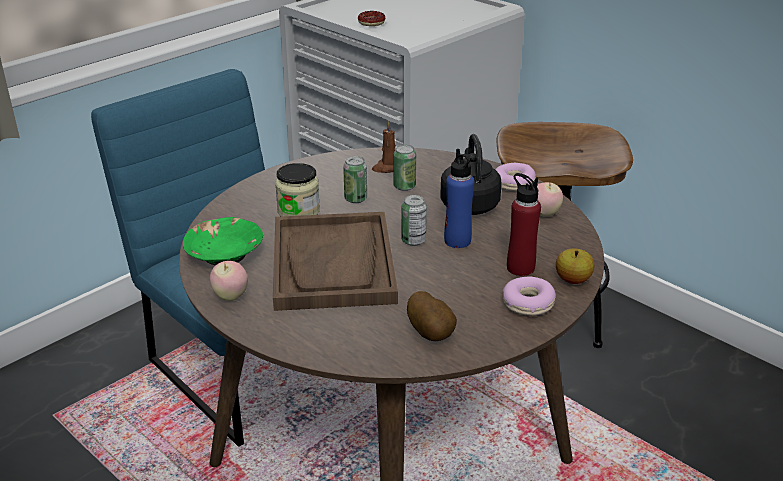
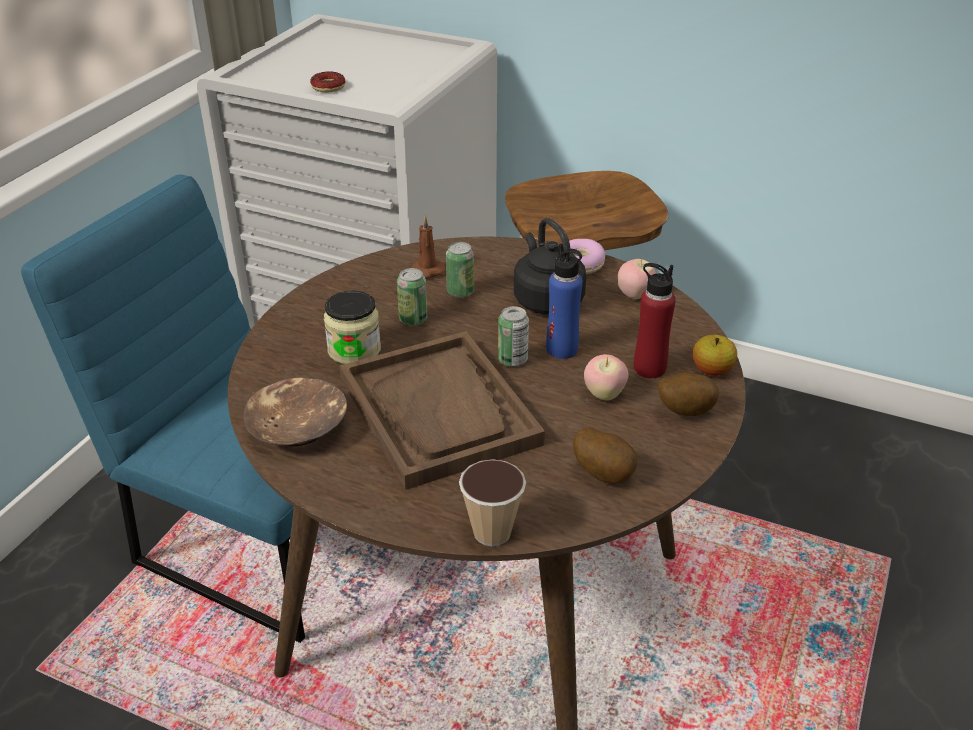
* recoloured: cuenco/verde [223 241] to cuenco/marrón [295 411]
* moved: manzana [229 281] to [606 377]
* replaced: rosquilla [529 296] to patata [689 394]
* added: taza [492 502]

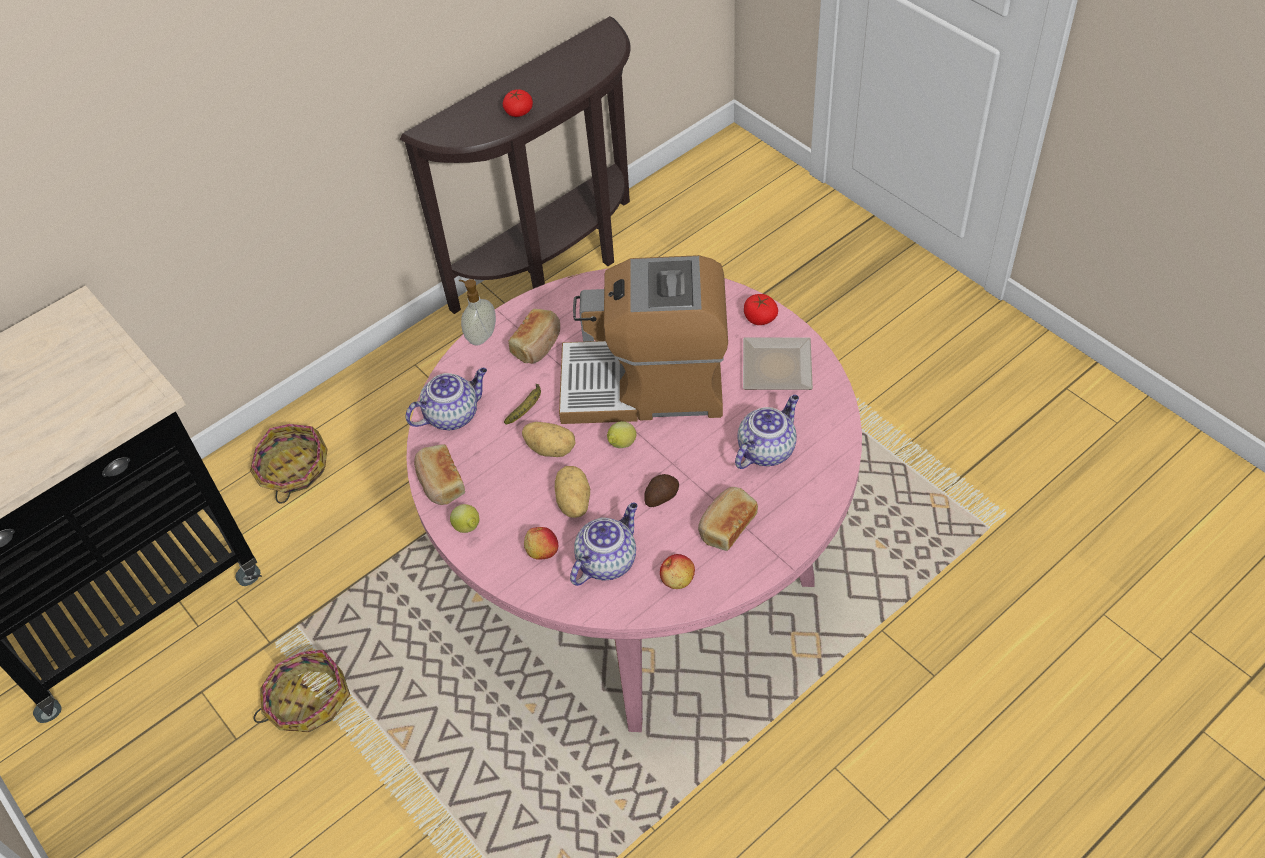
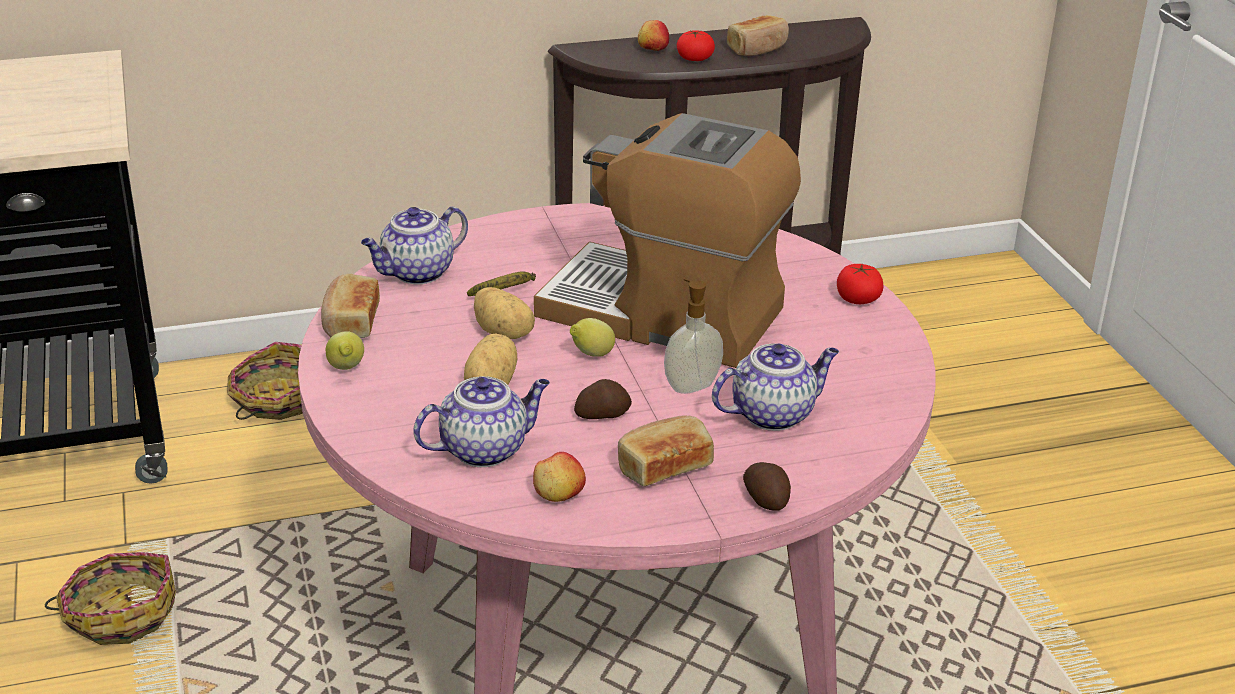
* turned: tetera [446 399] = [414 245] 150 degrees clockwise
* moved: dispensador de jabón [477 312] to [693 336]
* moved: pan [534 336] to [758 35]
* moved: manzana [541 543] to [653 35]
* removed: plato [778 364]
* added: patata [767 486]

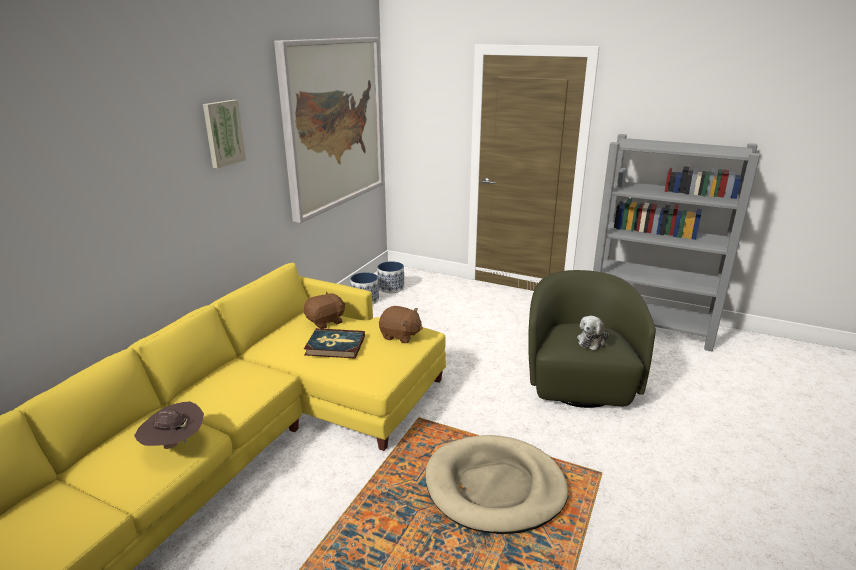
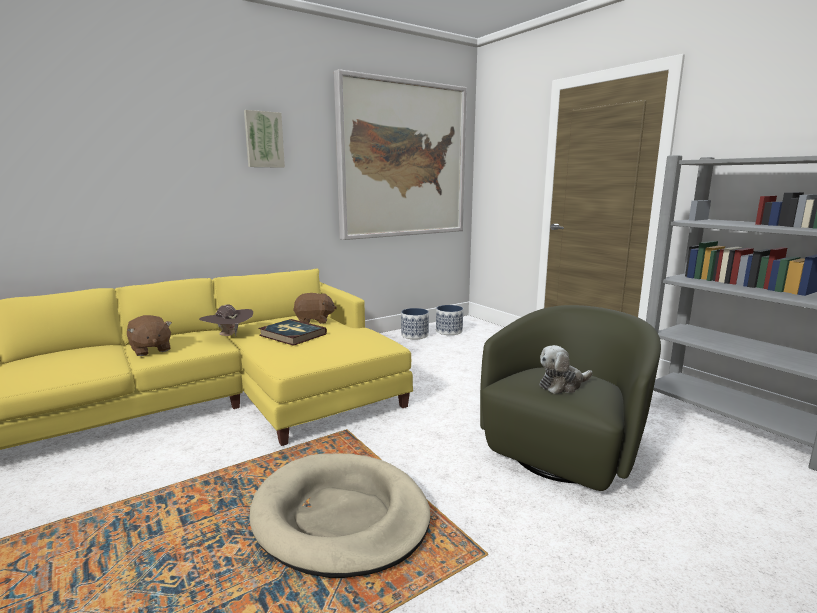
* moved: sombrero/marrón [169 425] to [226 320]
* moved: peluche/marrón [401 324] to [149 335]

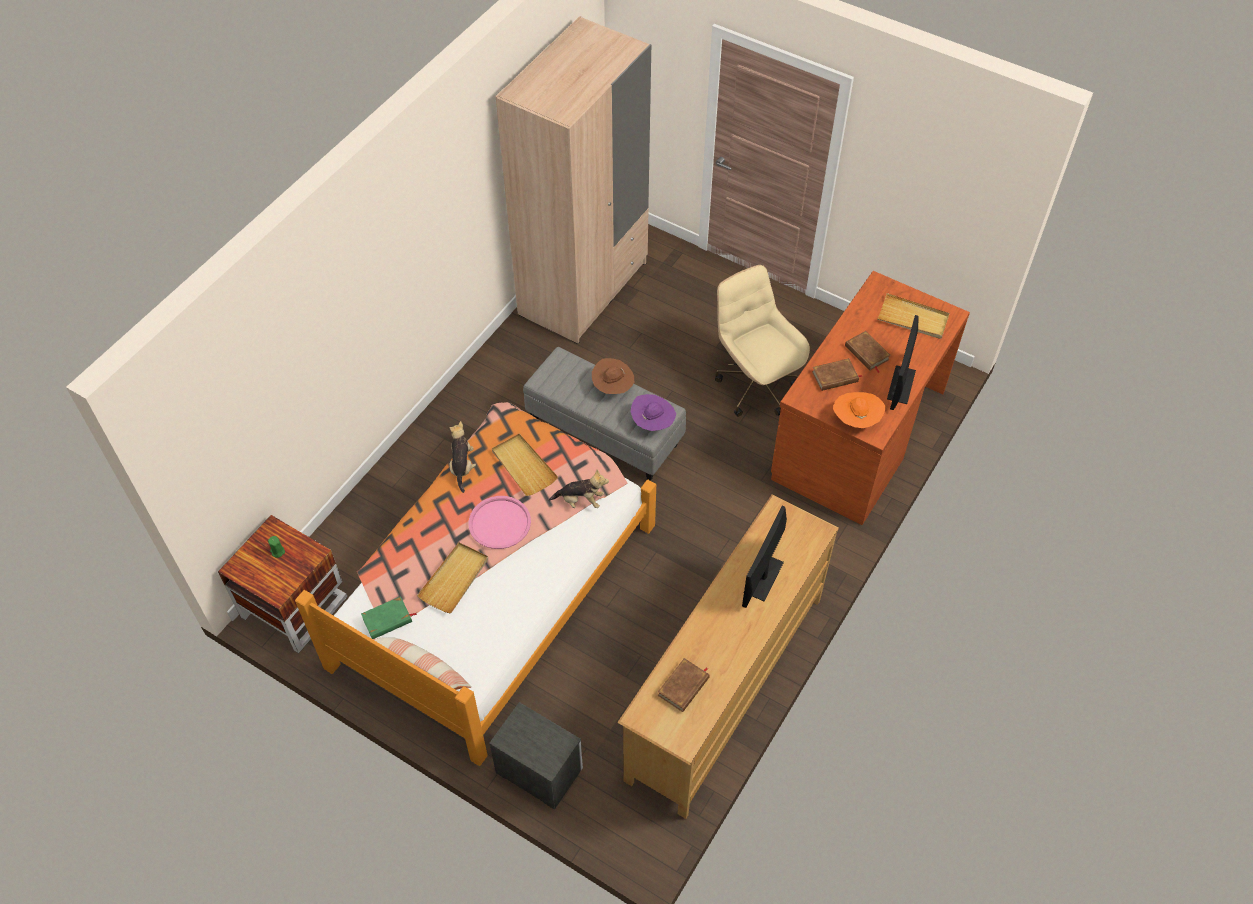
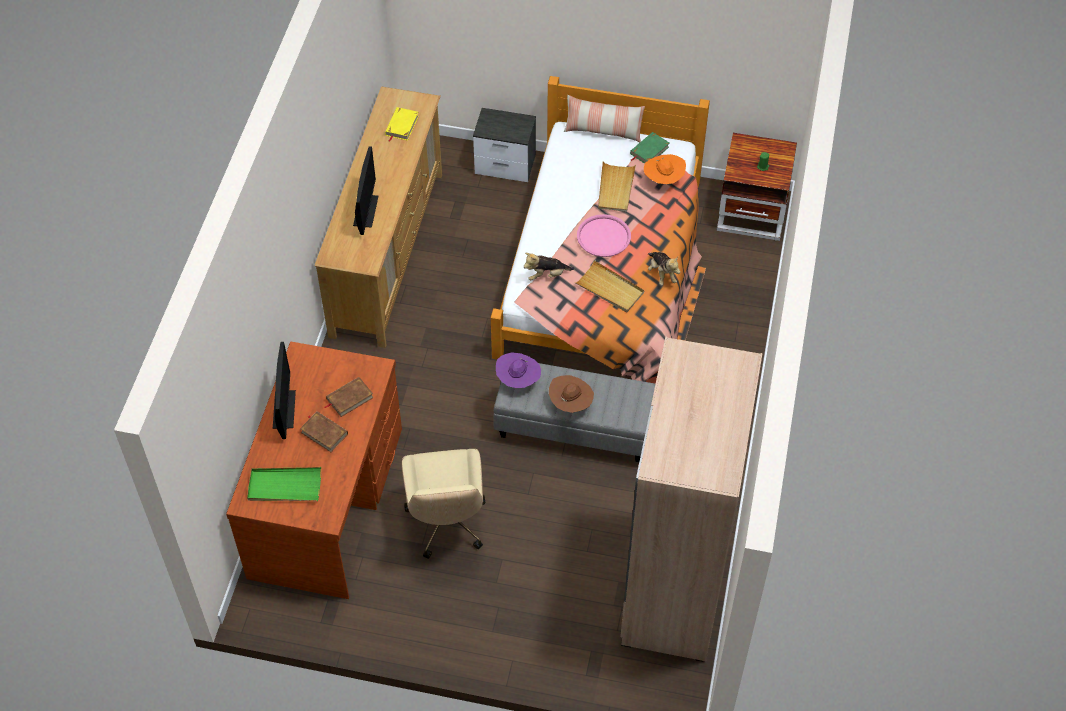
* recoloured: libro/marrón [684 685] to libro/amarillo [402 124]
* turned: silla de oficina/beis [762 341] = [443 504] 45 degrees clockwise
* moved: sombrero/naranja [859 410] to [665 169]
* recoloured: bandeja/beis [913 316] to bandeja/verde [284 484]

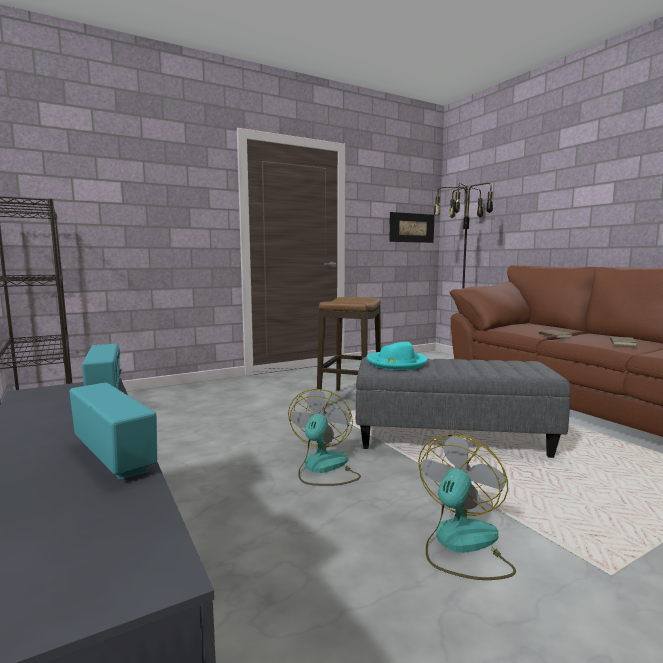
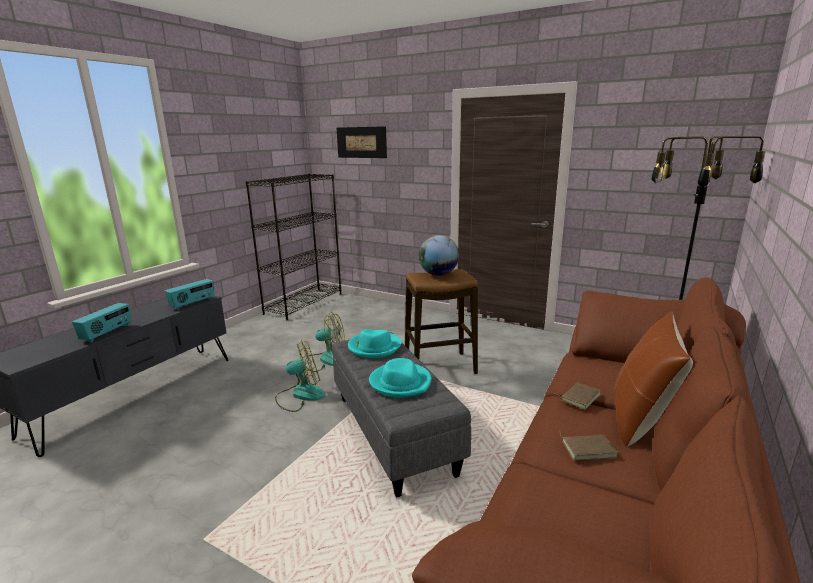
* moved: cuadro [412 227] to [362 142]
* moved: ventilador [467 507] to [324 342]
* added: sombrero/turquesa [400 378]
* added: globo terráqueo [439 255]
* added: cojín/marrón [653 379]

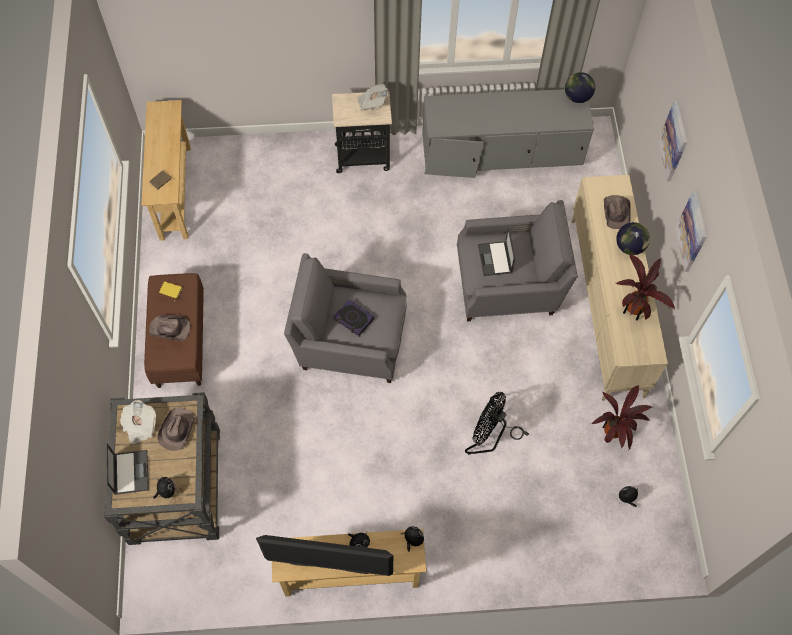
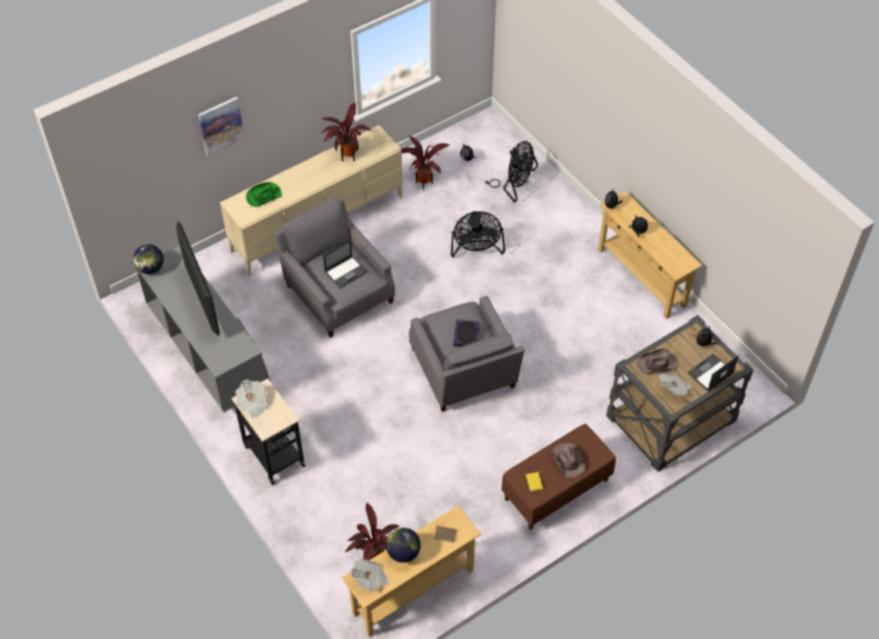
* moved: televisor [324 555] to [198 278]
* recoloured: sombrero/marrón [617 212] to sombrero/verde [264 194]
* moved: globo terráqueo [633 238] to [403 545]
* removed: cuadro [691 232]
* added: planta en maceta [372 531]
* added: periódico [369 575]
* added: ventilador/negro [511 172]

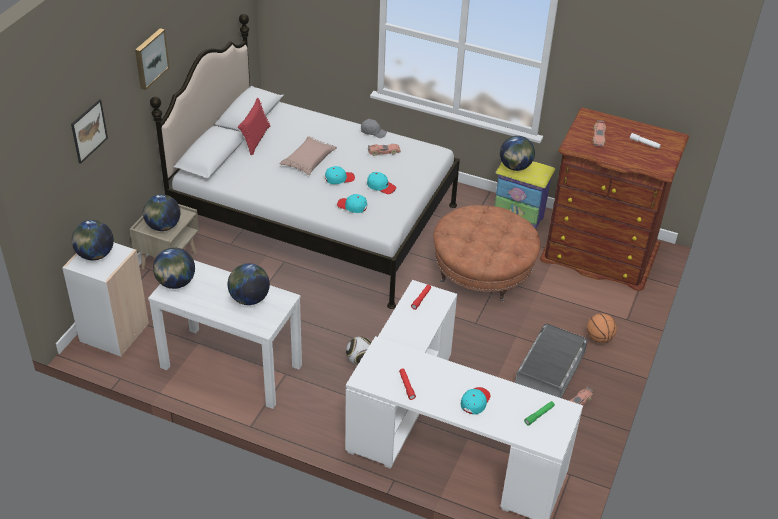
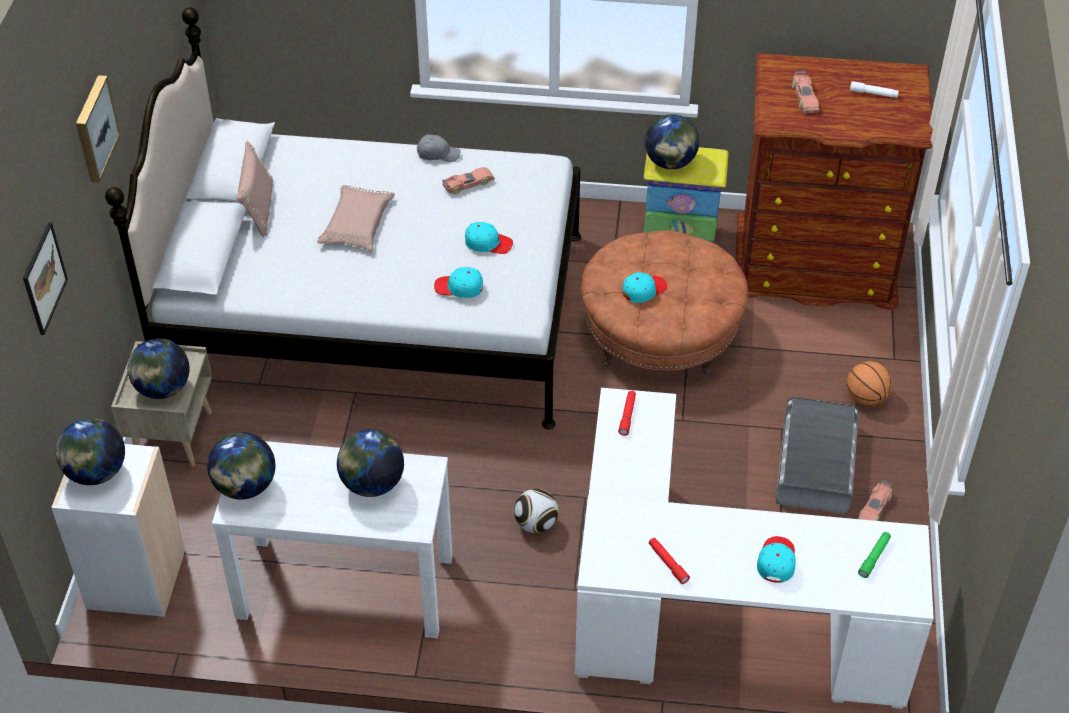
* recoloured: cojín/rojo [254 126] to cojín/beis [255 189]
* moved: gorra/turquesa [340 175] to [644 287]

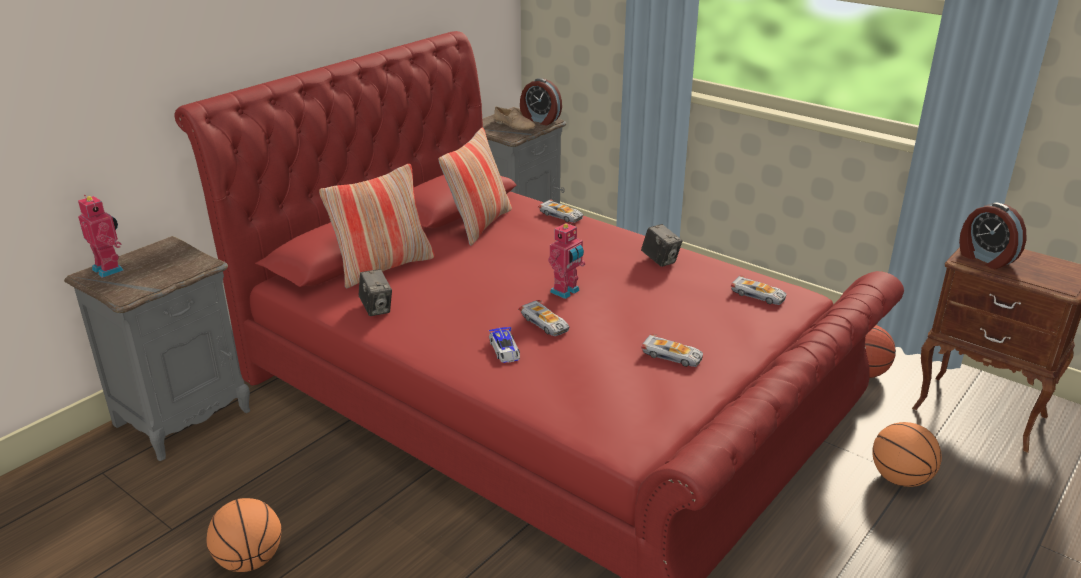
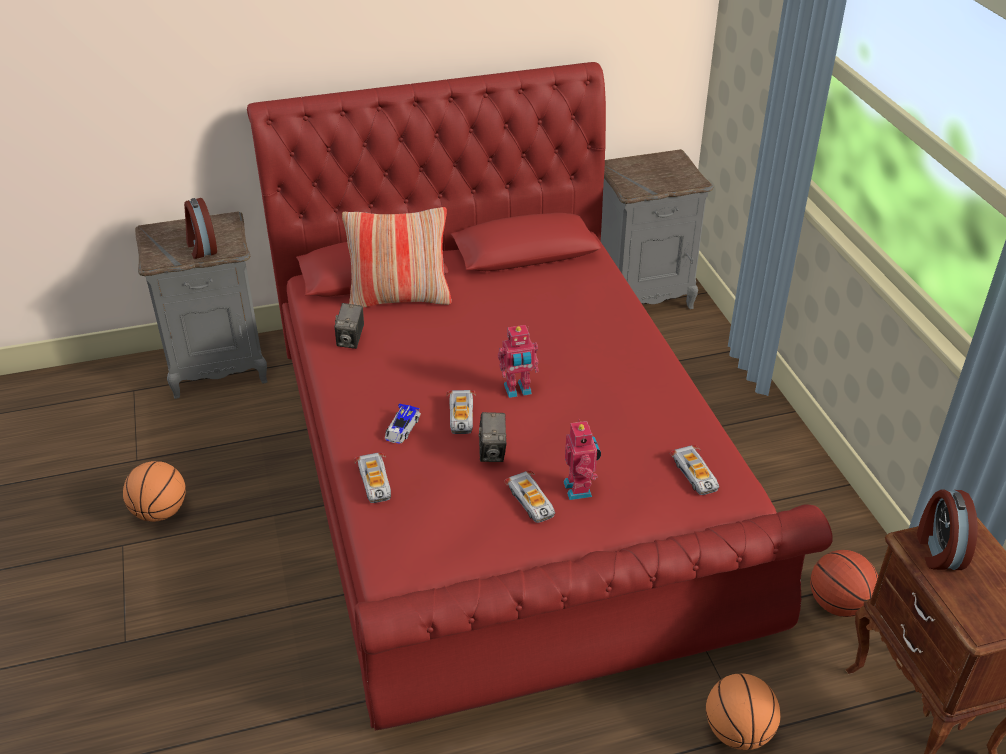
* moved: robot de juguete [101 236] to [582 459]
* removed: cojín [475 186]
* removed: zapato/beis [514 118]
* moved: despertador [541 101] to [200 228]
* moved: coche de juguete [560 211] to [372 477]
* moved: cámara [661 245] to [493 437]

